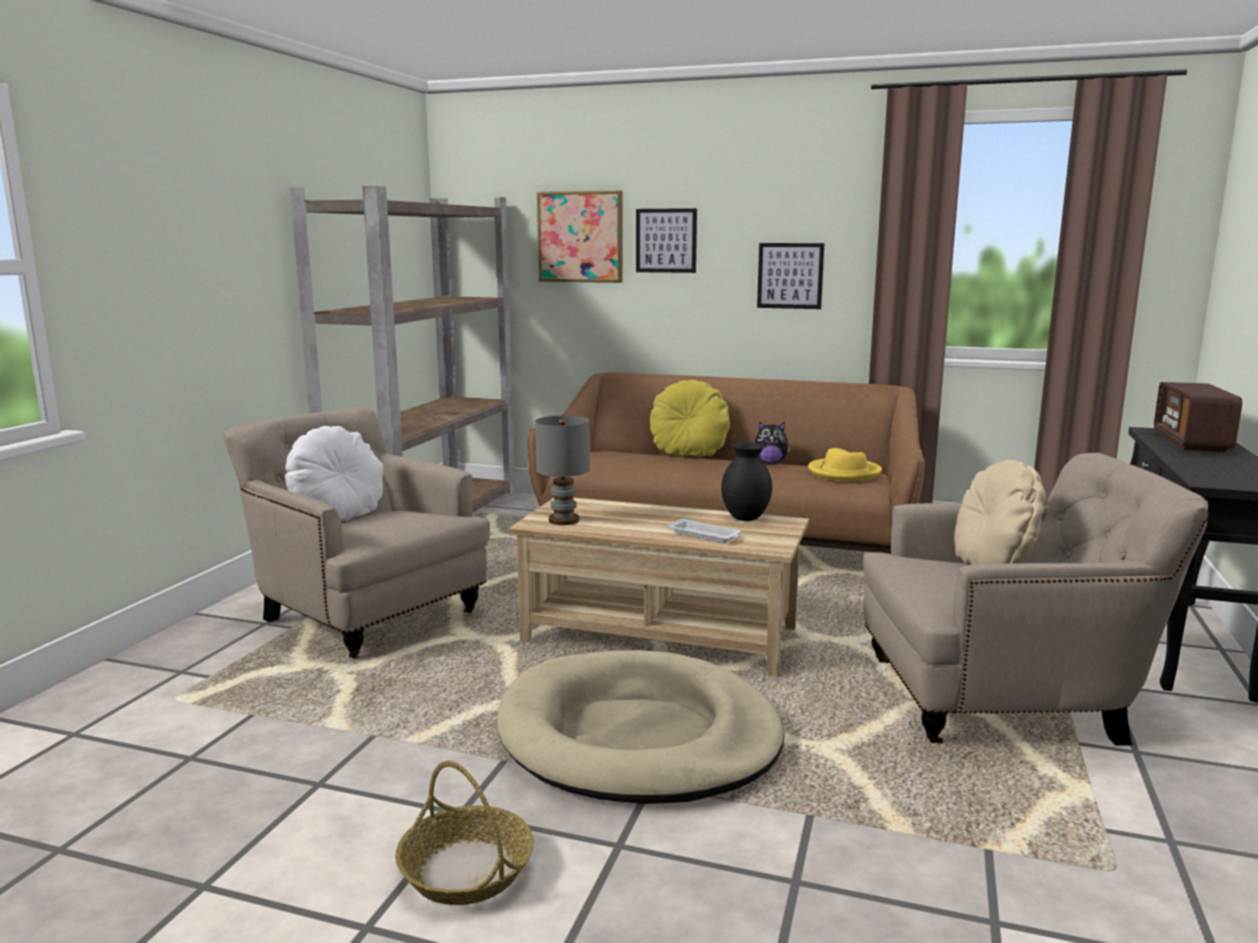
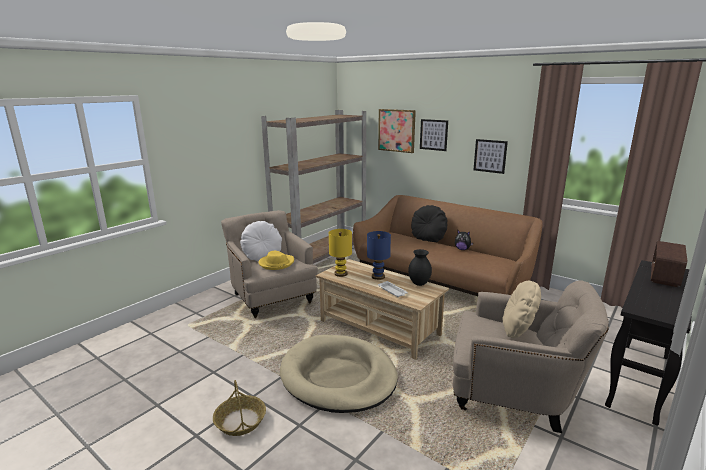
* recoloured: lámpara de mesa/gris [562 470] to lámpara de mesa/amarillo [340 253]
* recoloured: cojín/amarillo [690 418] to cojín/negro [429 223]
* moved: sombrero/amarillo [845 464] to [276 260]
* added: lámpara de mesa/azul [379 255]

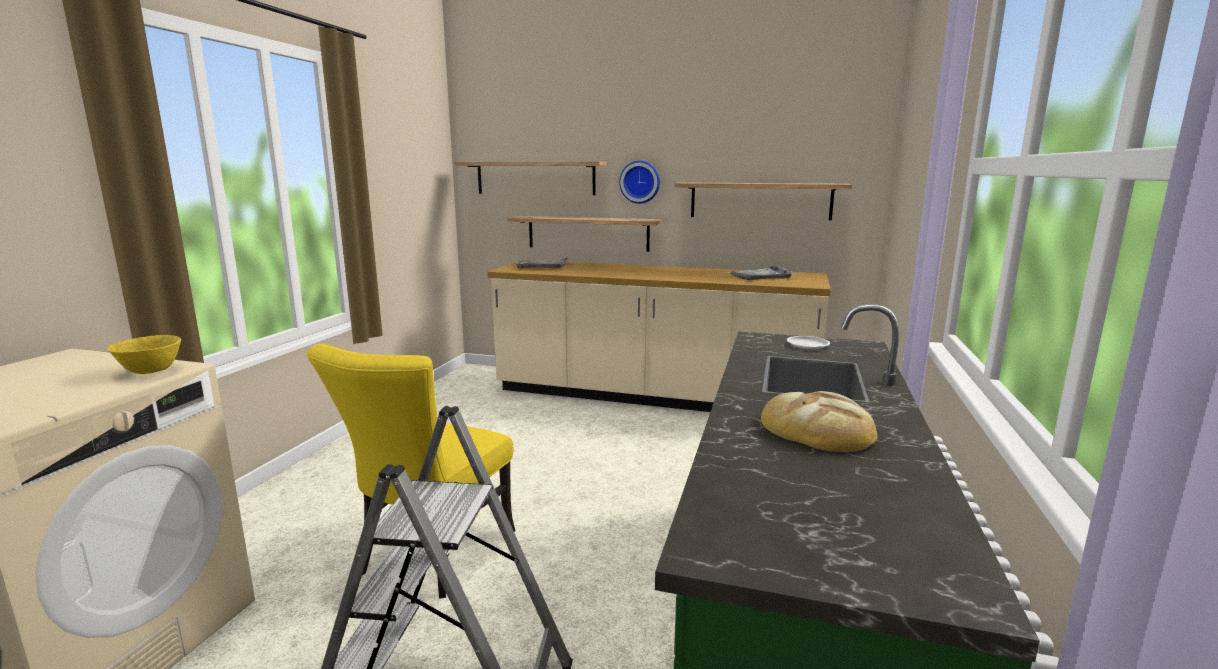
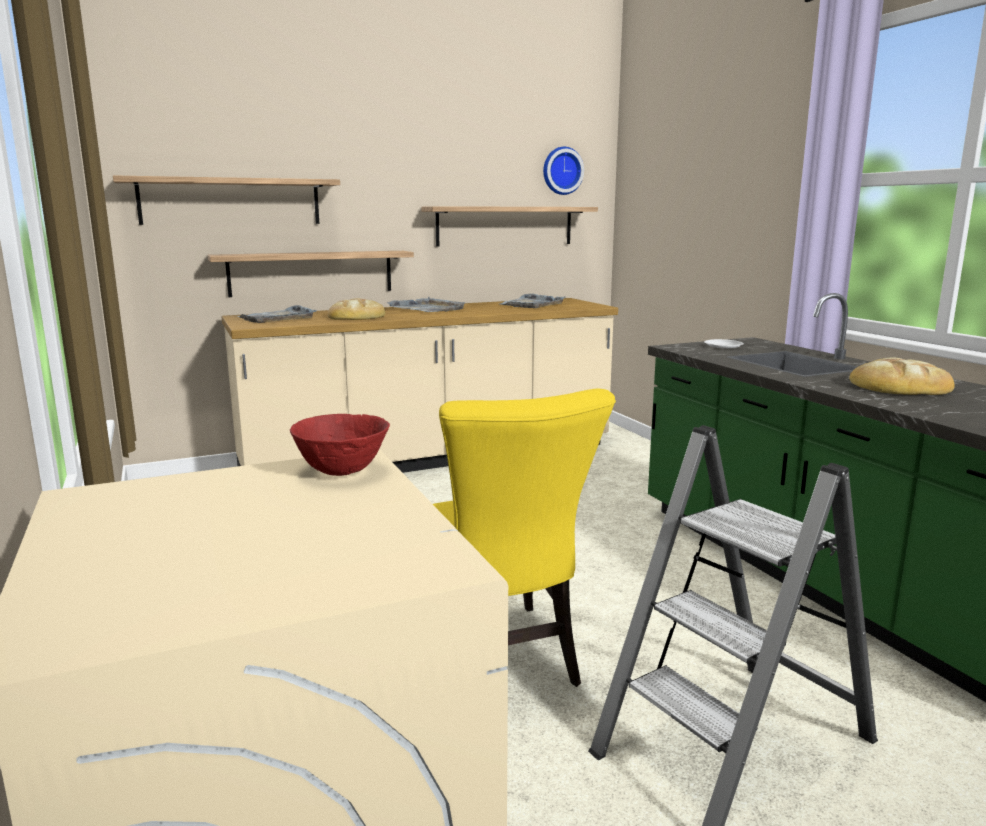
* recoloured: cuenco/amarillo [144 354] to cuenco/rojo [340 445]
* moved: reloj de pared [639 182] to [563 171]
* added: pan [356 309]
* added: bandeja/gris [426 304]

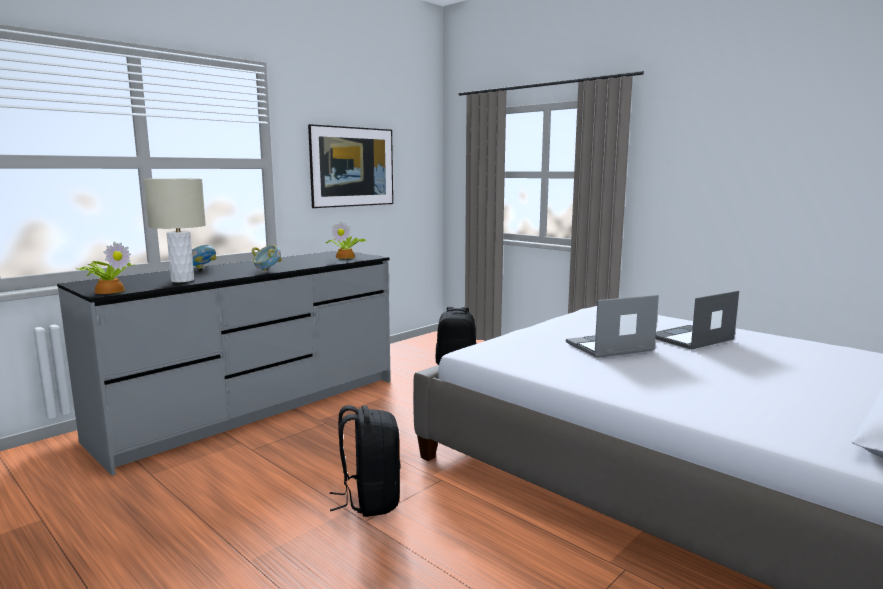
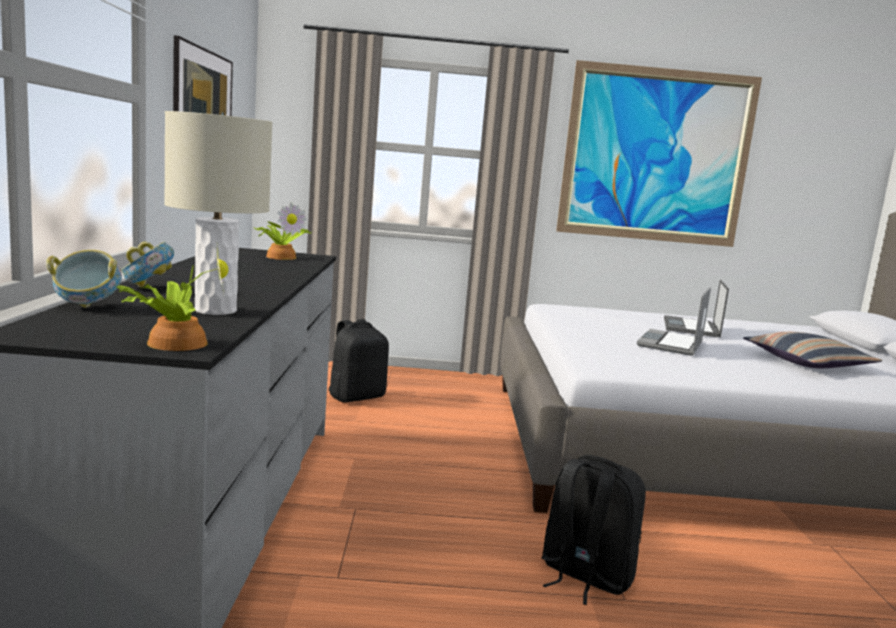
* moved: cuenco [267 258] to [84 279]
* added: cuadro [659 153]
* added: cojín [812 350]

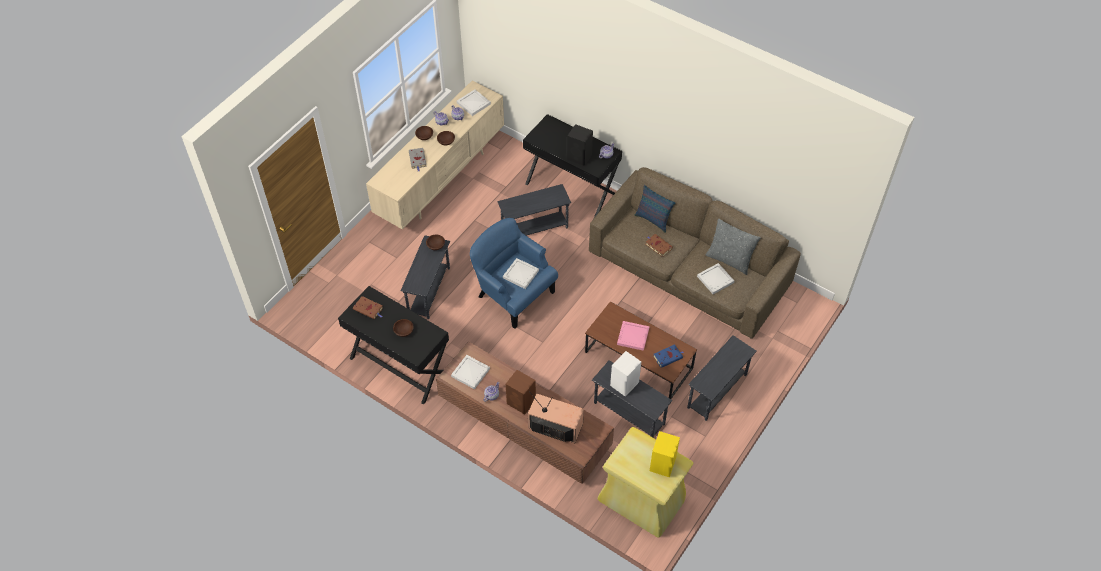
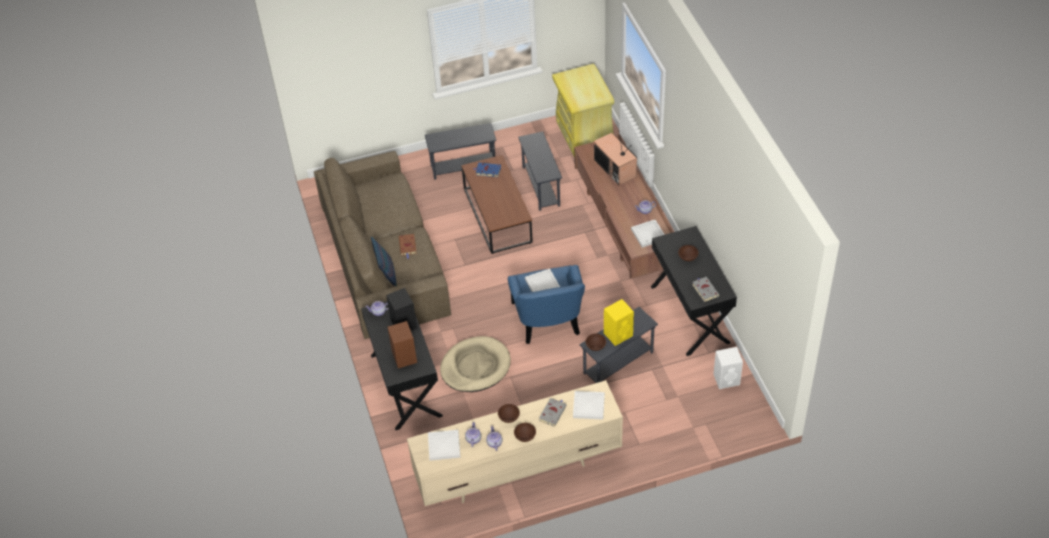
* recoloured: libro/marrón [368 307] to libro/gris [705 289]
* replaced: mesa auxiliar/gris [534 210] to cama para perro/beis [475 364]
* moved: altavoz/marrón [521 392] to [402 344]
* moved: altavoz/blanco [625 374] to [728 368]
* removed: bandeja/rosa [633 336]
* moved: altavoz/amarillo [665 454] to [619 322]
* moved: bandeja/blanco [715 278] to [589 405]
* removed: cojín/gris [733 246]

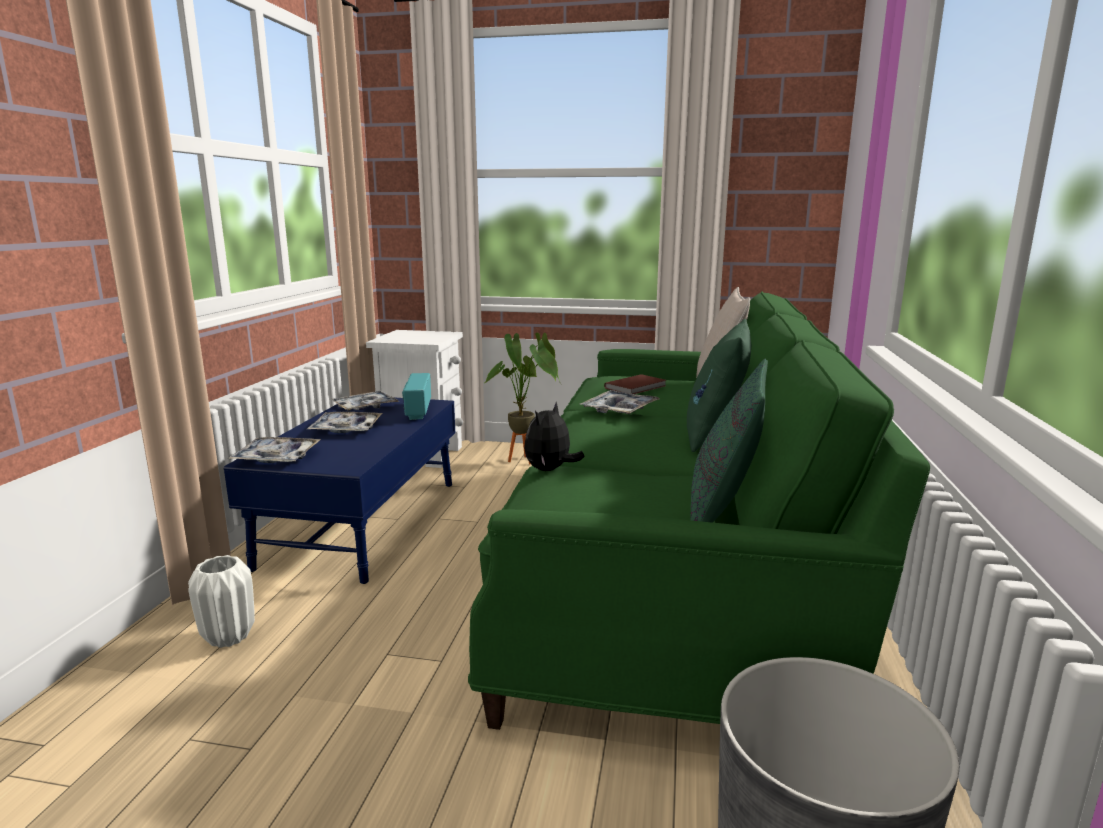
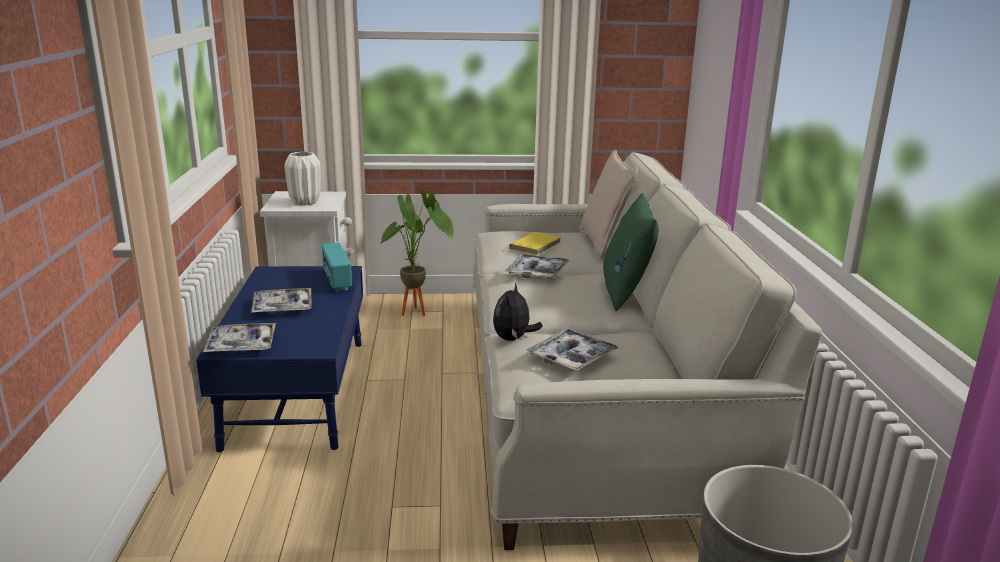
* moved: florero/blanco [221 601] to [303 178]
* moved: bandeja [365 401] to [572 350]
* recoloured: sofá/verde [699 510] to sofá/blanco [647 351]
* recoloured: libro/marrón [635 384] to libro/amarillo [535 243]
* removed: cojín/verde [729 441]

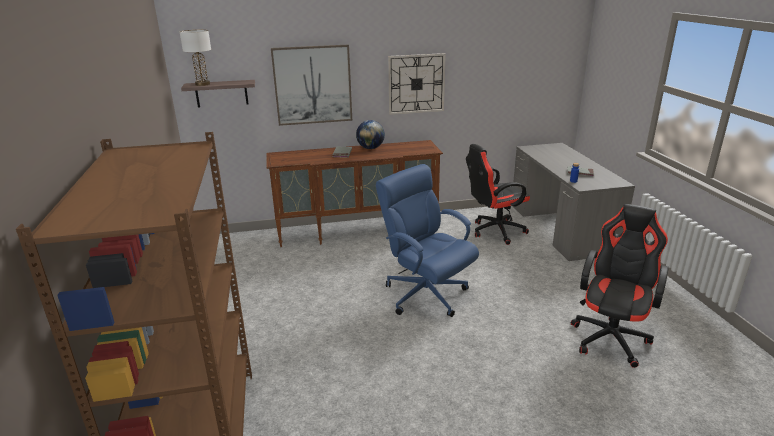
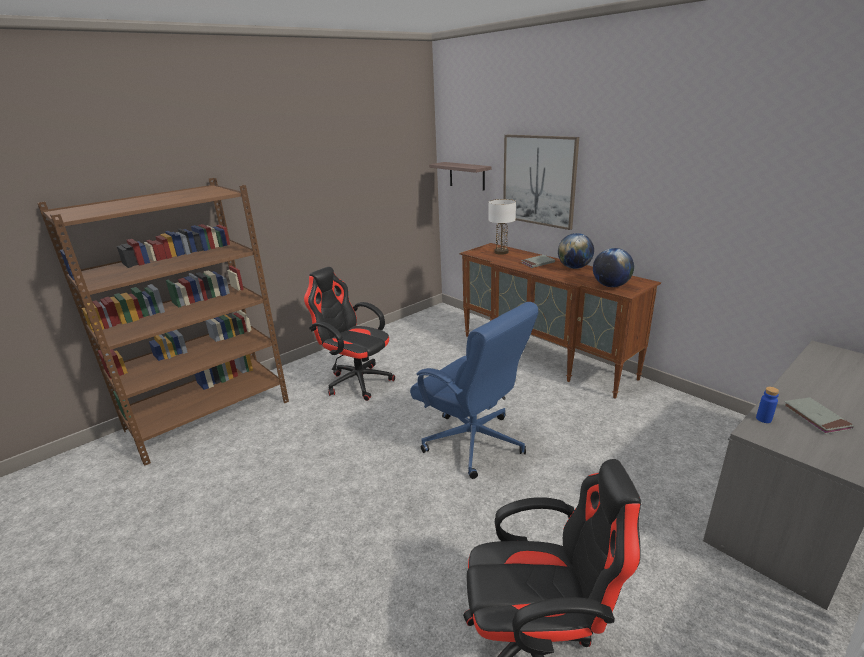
* moved: lámpara de mesa [195 58] to [502 227]
* turned: silla de oficina/azul [427 240] = [474 390] 120 degrees clockwise
* removed: reloj de pared [417 84]
* moved: silla de oficina/negro [498 194] to [349 334]
* added: globo terráqueo [613 267]

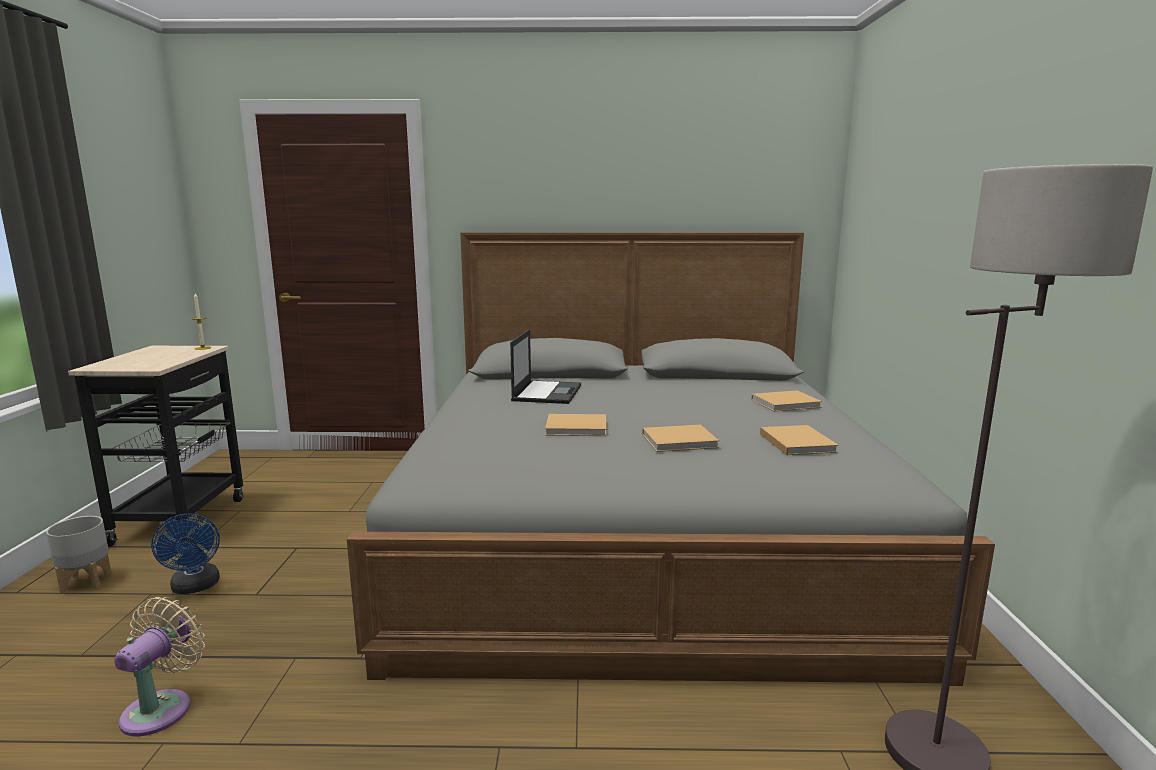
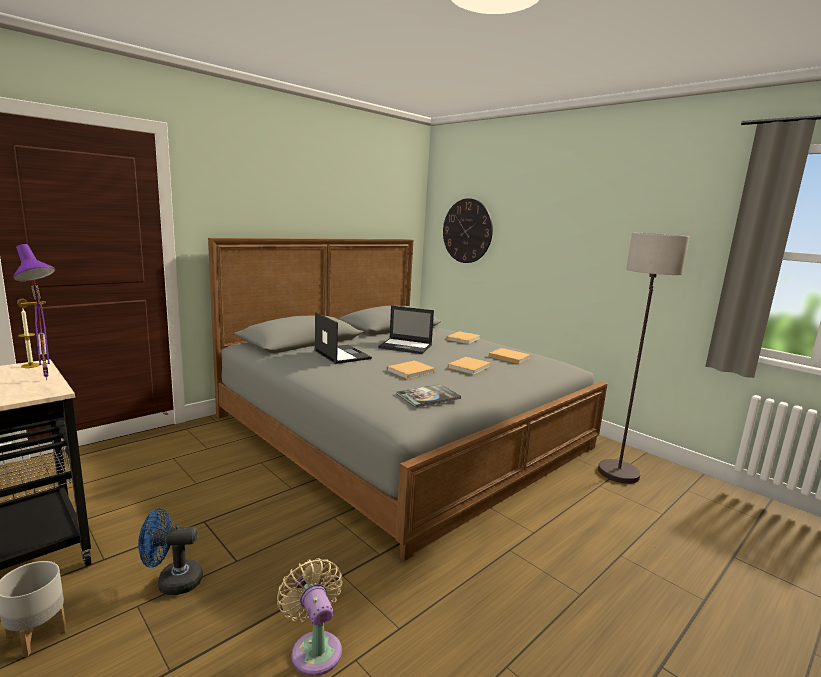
* turned: ventilador/azul [185 554] = [170 551] 150 degrees clockwise
* added: lámpara de mesa/morado [34 312]
* added: portátil [406 330]
* added: libro [428 395]
* added: reloj de pared [468 230]

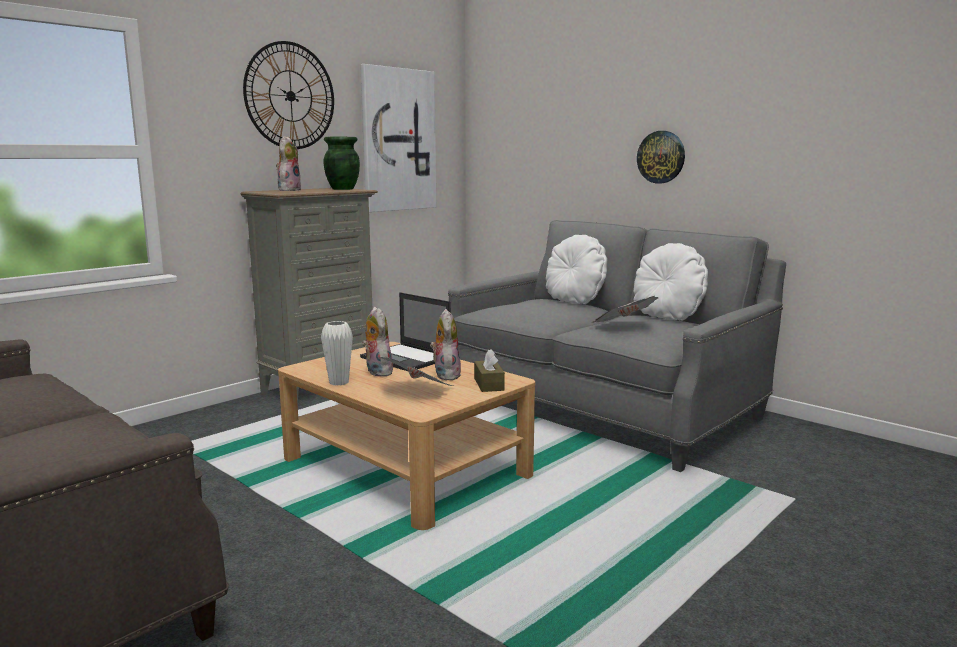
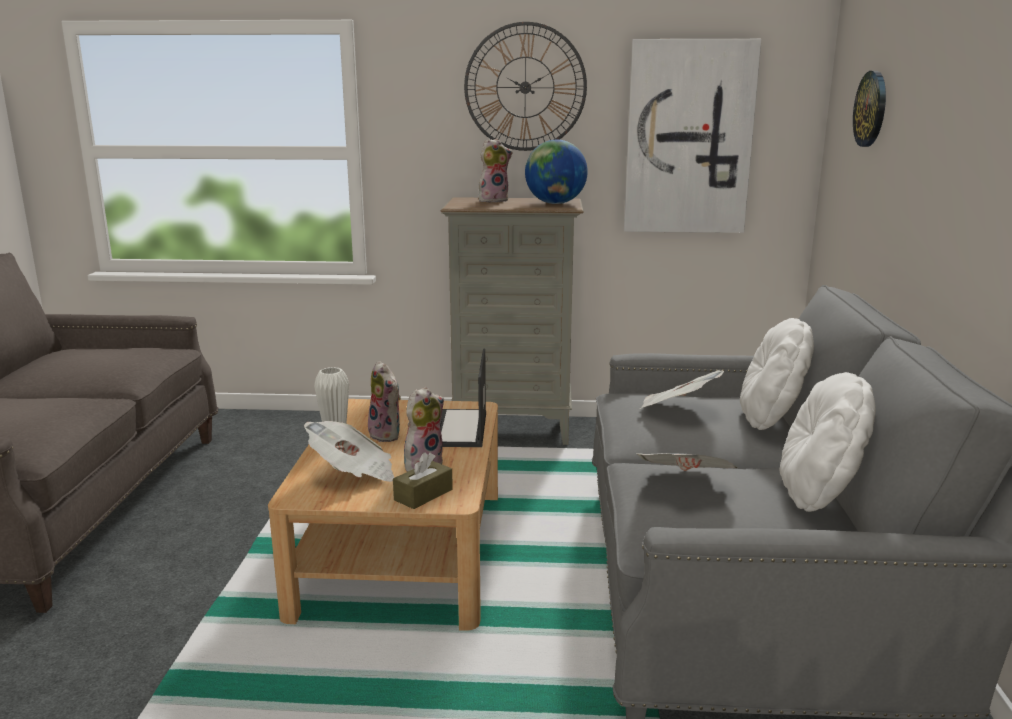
* replaced: florero/verde [342 163] to globo terráqueo [556 172]
* turned: peluche [377 341] = [383 401] 120 degrees clockwise
* moved: reloj de pared [661 157] to [869 109]
* added: periódico [681 389]

